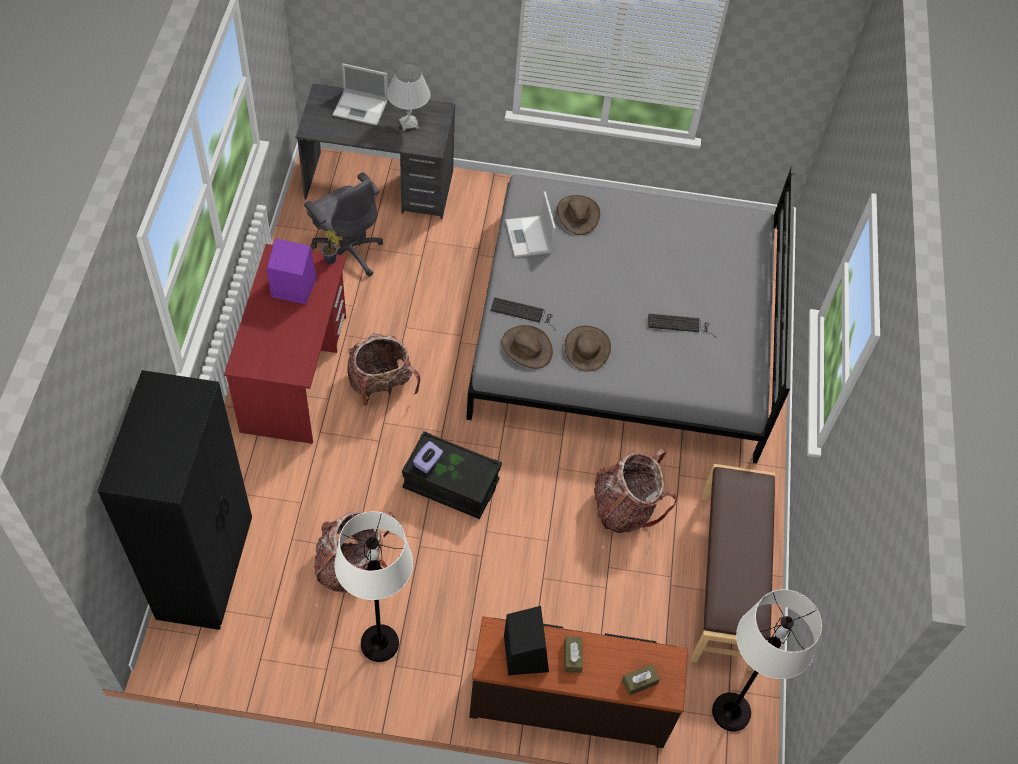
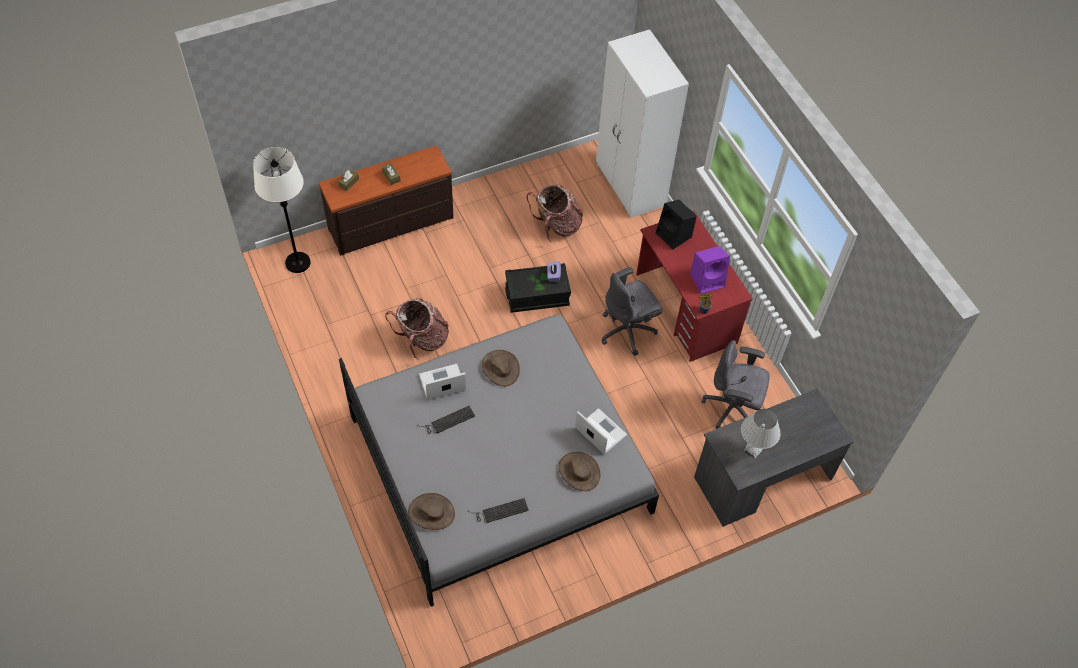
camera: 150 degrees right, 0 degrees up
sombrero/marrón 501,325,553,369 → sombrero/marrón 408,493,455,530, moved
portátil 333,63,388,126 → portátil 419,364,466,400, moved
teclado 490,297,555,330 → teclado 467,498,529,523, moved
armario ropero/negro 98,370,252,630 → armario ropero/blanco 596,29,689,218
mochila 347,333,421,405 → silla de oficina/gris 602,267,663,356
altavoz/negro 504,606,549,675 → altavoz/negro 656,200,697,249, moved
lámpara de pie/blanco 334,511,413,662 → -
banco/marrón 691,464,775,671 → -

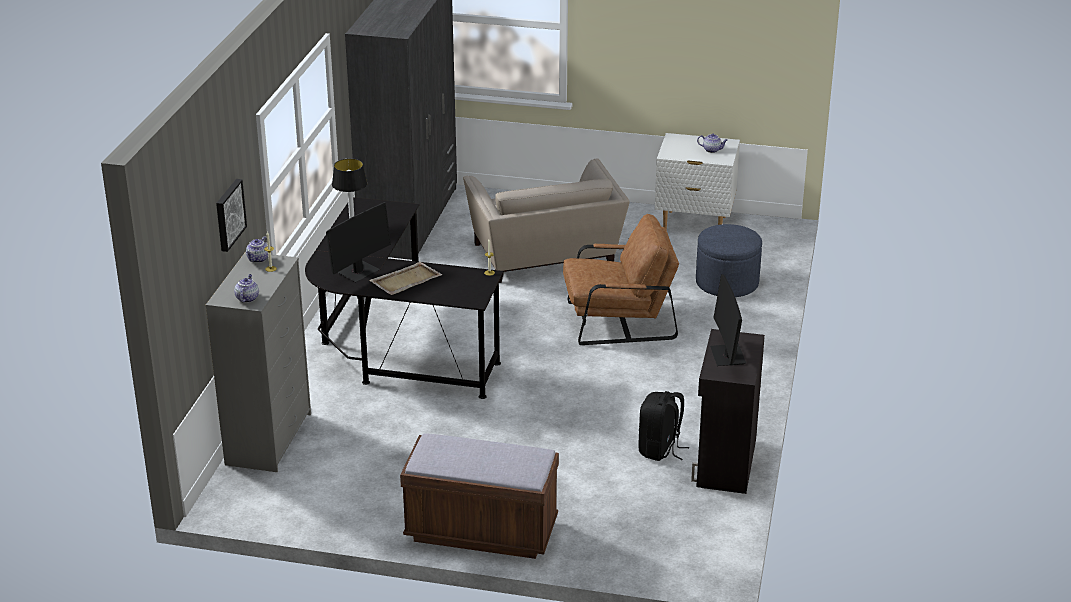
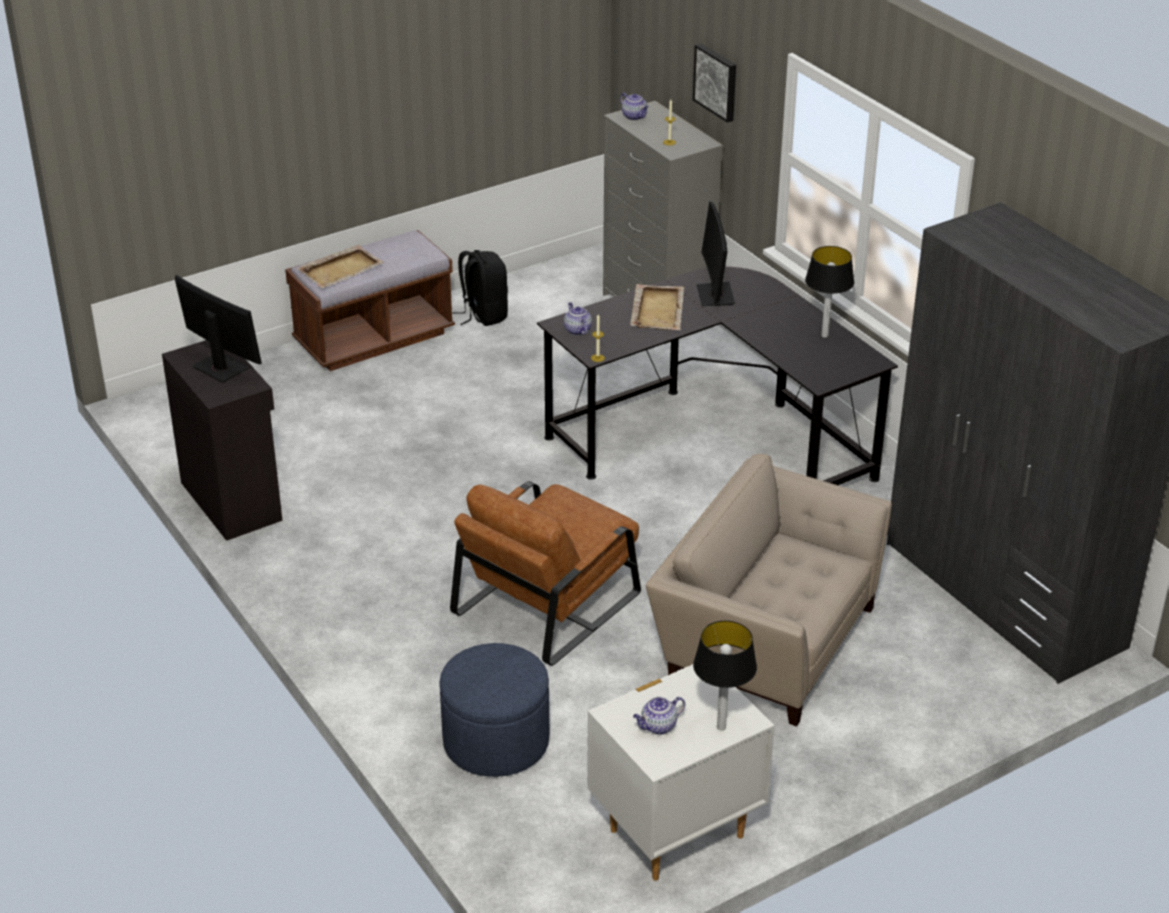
camera: 135 degrees right, 5 degrees up
- → bandeja/beis 297,245,384,289
mochila/negro 638,391,689,461 → mochila/negro 453,250,508,326, moved
tetera 246,236,268,263 → tetera 564,302,592,335, moved
- → lámpara de mesa 693,621,757,730

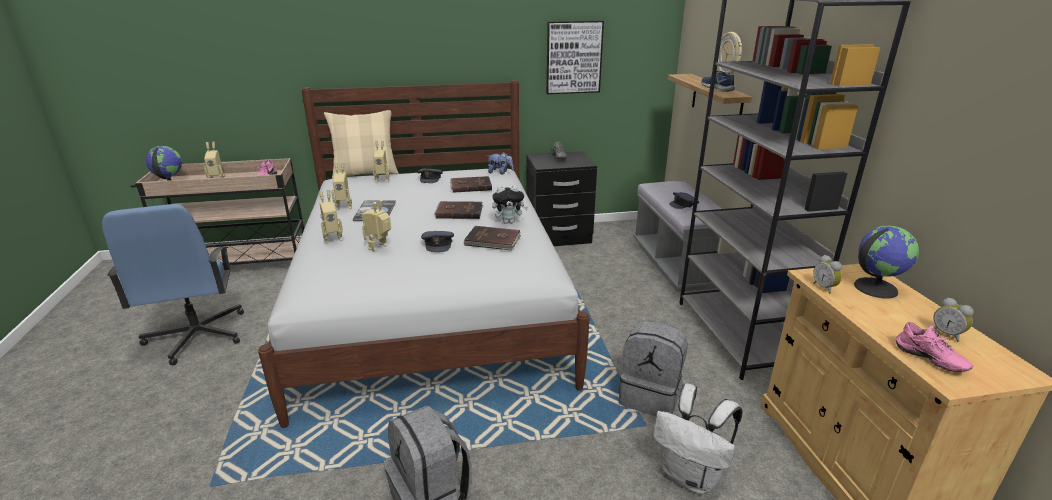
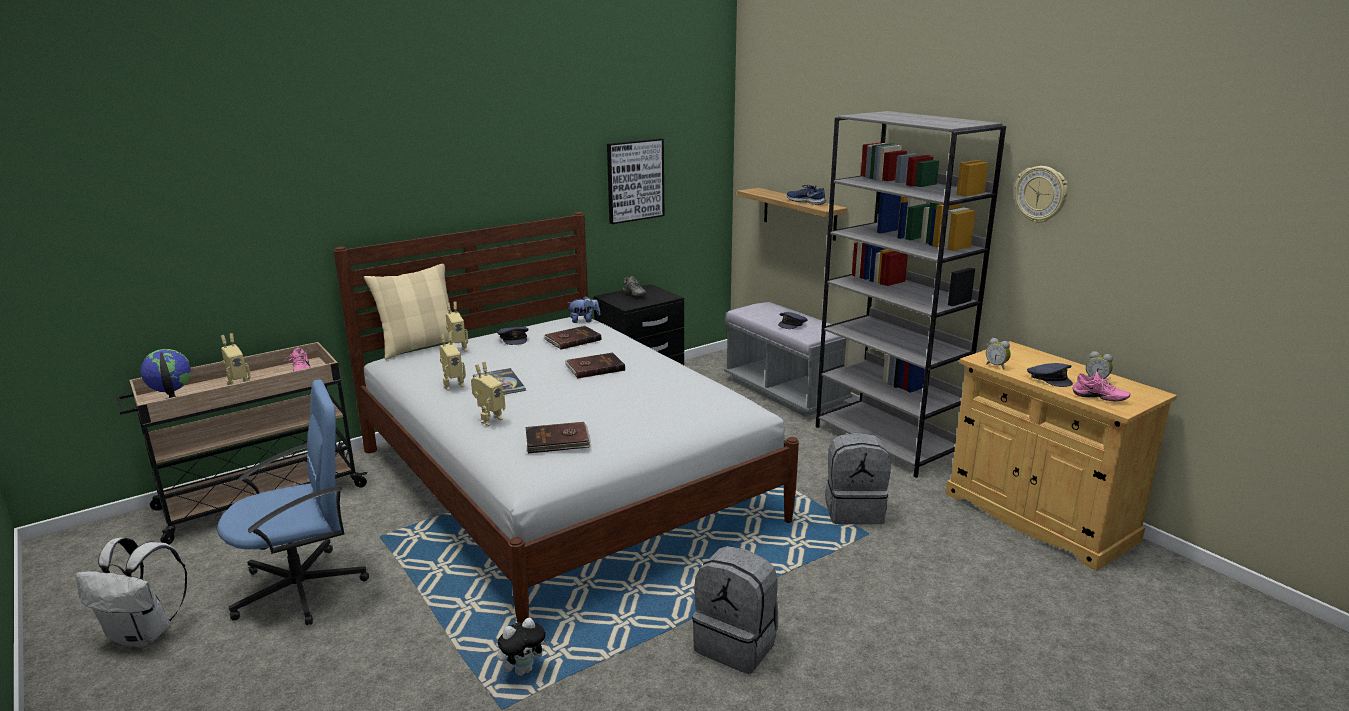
camera: 25 degrees left, 5 degrees down
mochila/blanco 653,384,743,494 → mochila/blanco 76,538,187,647, moved
silla de oficina/azul 102,204,244,365 → silla de oficina/azul 217,379,369,625, 75 degrees counterclockwise
peluche 492,185,528,224 → peluche 497,617,549,676, moved
libro/marrón 463,226,521,250 → libro/marrón 526,422,591,454, moved
reloj de pared 718,32,742,75 → reloj de pared 1015,166,1068,223, moved
gorra/gris 421,231,454,252 → gorra/gris 1027,363,1073,387, moved
robot de juguete 362,200,391,252 → -
globo terráqueo 854,225,919,299 → -

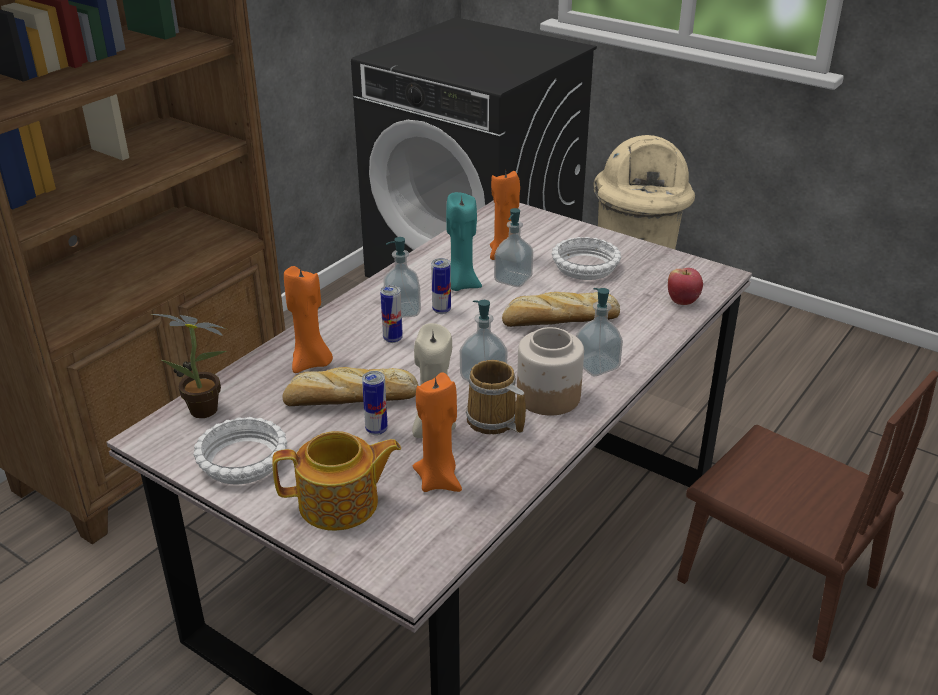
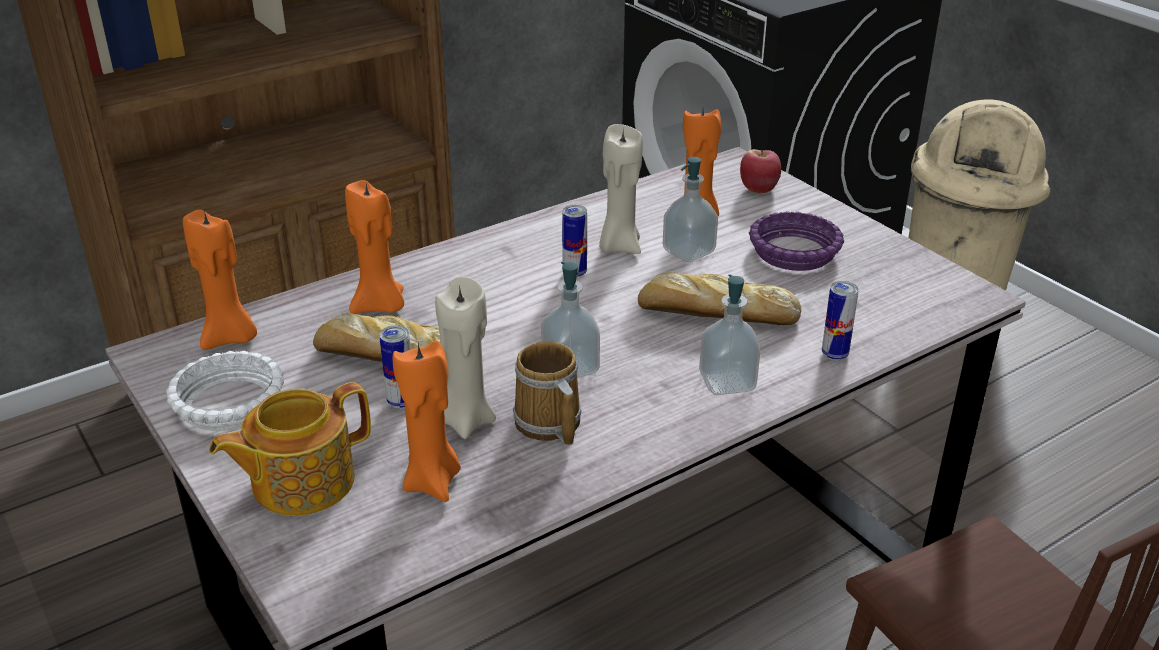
camera: 20 degrees right, 0 degrees up
planta en maceta 151,314,226,418 → vela/naranja 183,210,257,350
tetera 272,431,401,531 → tetera 209,382,371,516, 135 degrees clockwise
vela/turquesa 446,192,482,291 → vela/beis 599,124,643,254
manzana 668,268,703,305 → manzana 740,149,781,193, moved
cuenco/blanco 551,237,621,280 → cuenco/morado 749,211,844,271
lata 380,285,403,343 → lata 822,281,859,361, moved
dispensador de jabón 383,237,421,318 → -
tarro 517,327,584,416 → -

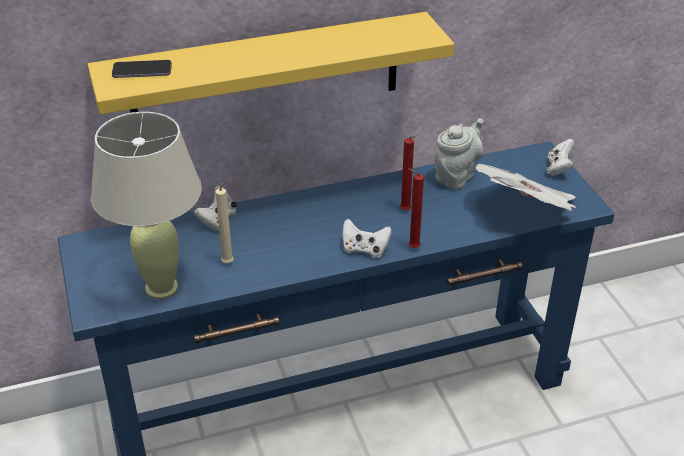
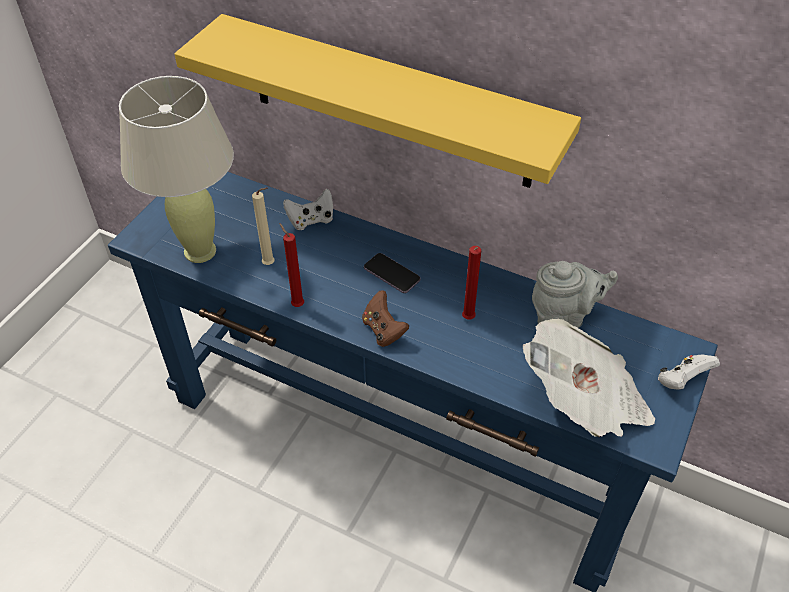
camera: 45 degrees right, 10 degrees up
vela/rojo 409,169,424,248 → vela/rojo 279,223,304,307, moved
mando de consola/blanco 342,219,391,258 → mando de consola/marrón 362,290,409,347
móvil 112,60,172,78 → móvil 364,253,420,293, moved

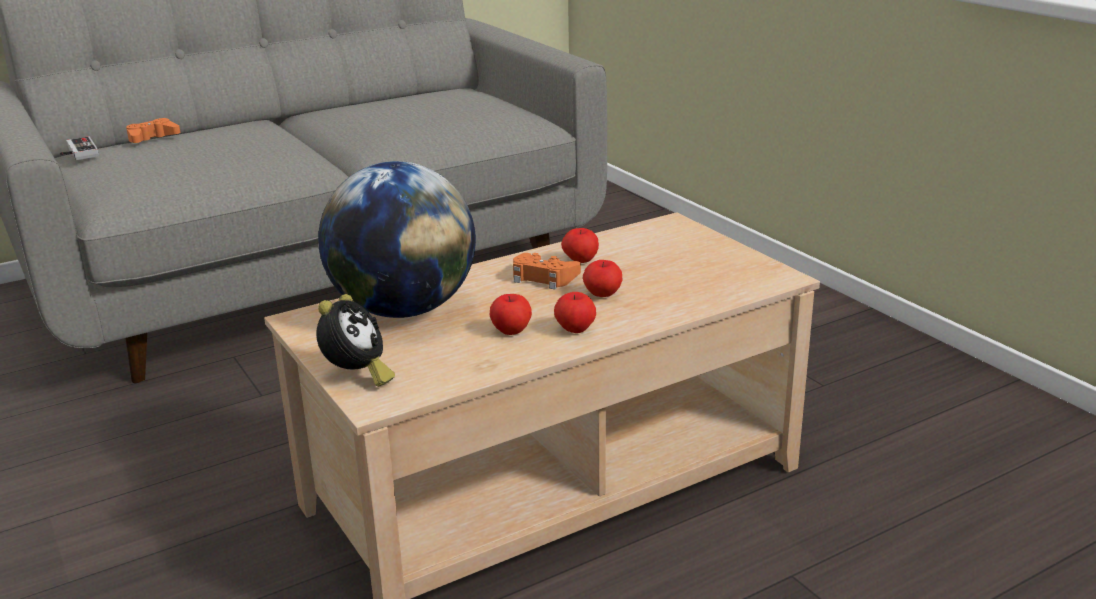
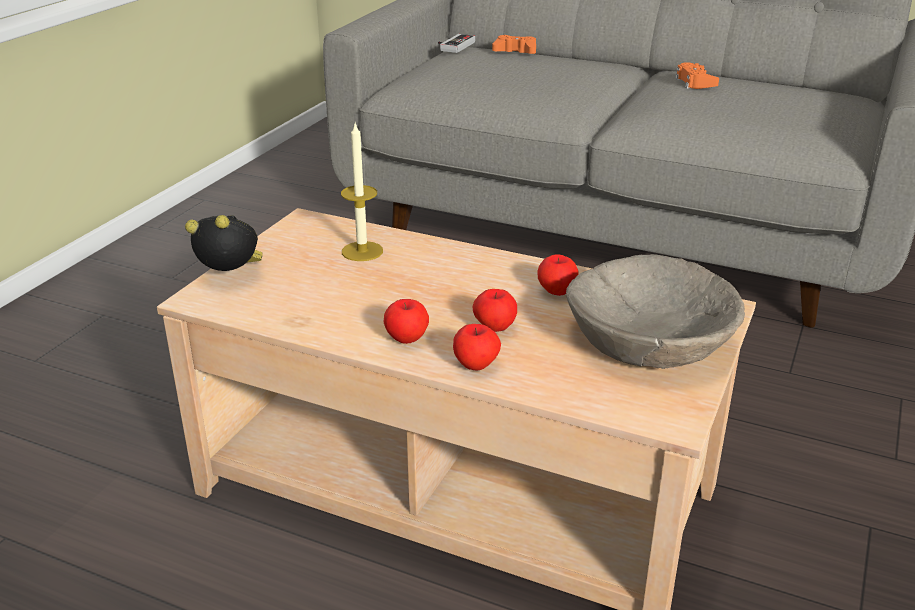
camera: 55 degrees right, 5 degrees up
despertador 316,294,395,387 → despertador 185,215,263,271, 150 degrees counterclockwise
globo terráqueo 318,161,476,318 → vela 341,121,383,261
manzana 490,294,532,335 → manzana 453,324,501,370, moved
- → cuenco/beis 566,254,745,369
mando de consola/naranja 513,253,581,289 → mando de consola/naranja 675,62,719,89, moved

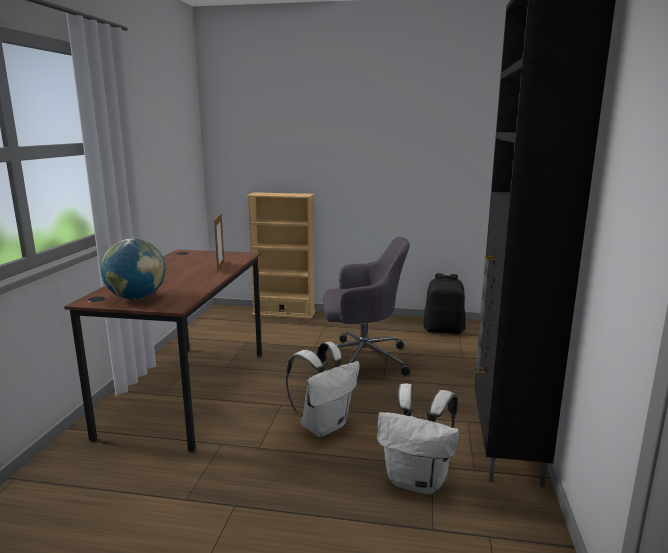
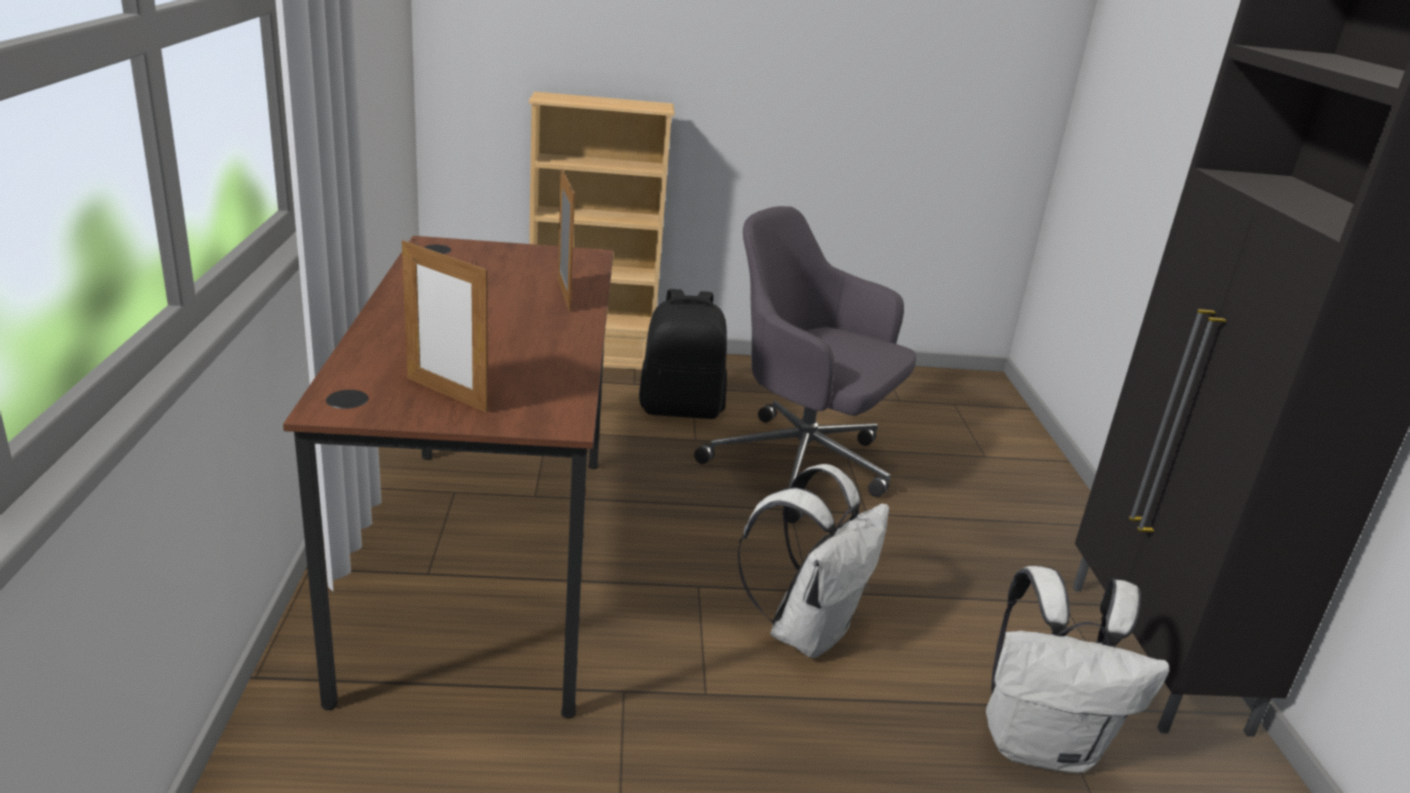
camera: 15 degrees left, 10 degrees up
globo terráqueo 100,238,166,300 → portarretratos 402,239,488,413
mochila/negro 423,273,465,334 → mochila/negro 639,289,727,419, moved
silla de oficina/gris 323,237,410,376 → silla de oficina/gris 694,206,916,523, 135 degrees counterclockwise

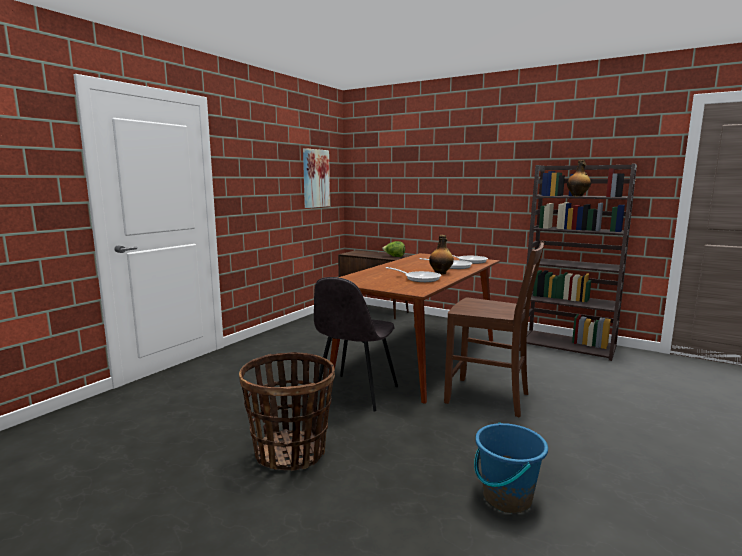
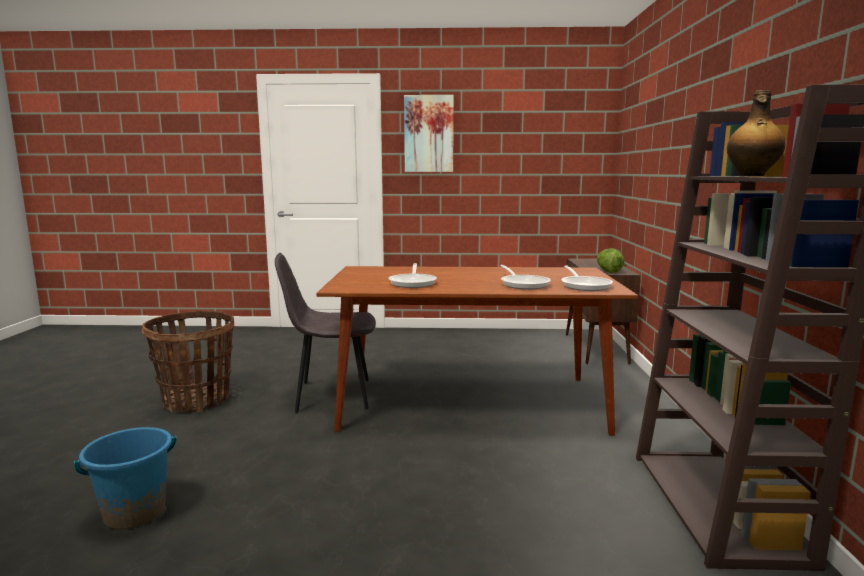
camera: 60 degrees right, 0 degrees up
cuadro 303,148,330,208 → cuadro 404,95,454,172, moved
botella 429,235,454,274 → -
silla/marrón 444,241,545,417 → -

